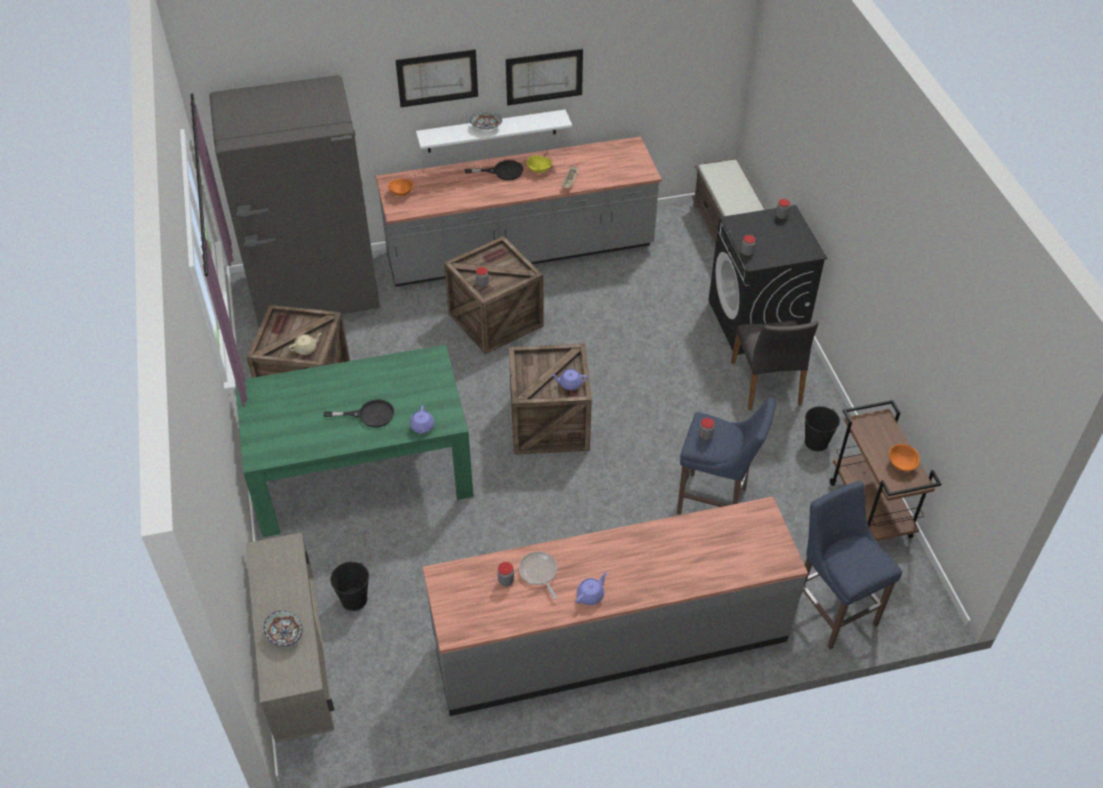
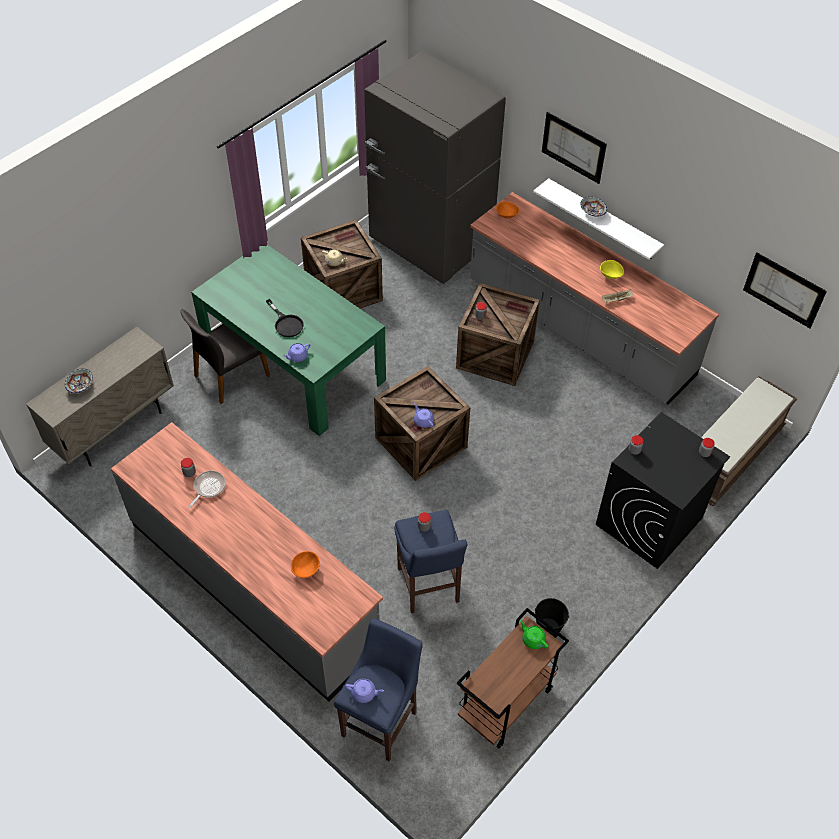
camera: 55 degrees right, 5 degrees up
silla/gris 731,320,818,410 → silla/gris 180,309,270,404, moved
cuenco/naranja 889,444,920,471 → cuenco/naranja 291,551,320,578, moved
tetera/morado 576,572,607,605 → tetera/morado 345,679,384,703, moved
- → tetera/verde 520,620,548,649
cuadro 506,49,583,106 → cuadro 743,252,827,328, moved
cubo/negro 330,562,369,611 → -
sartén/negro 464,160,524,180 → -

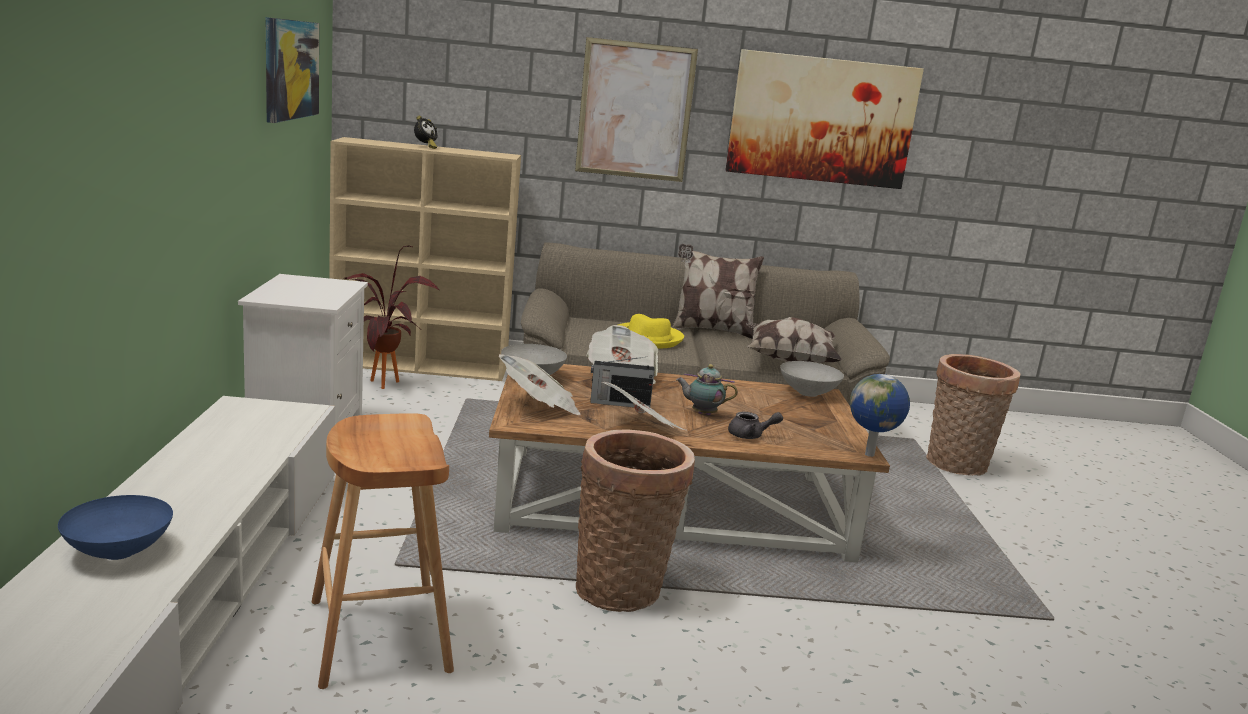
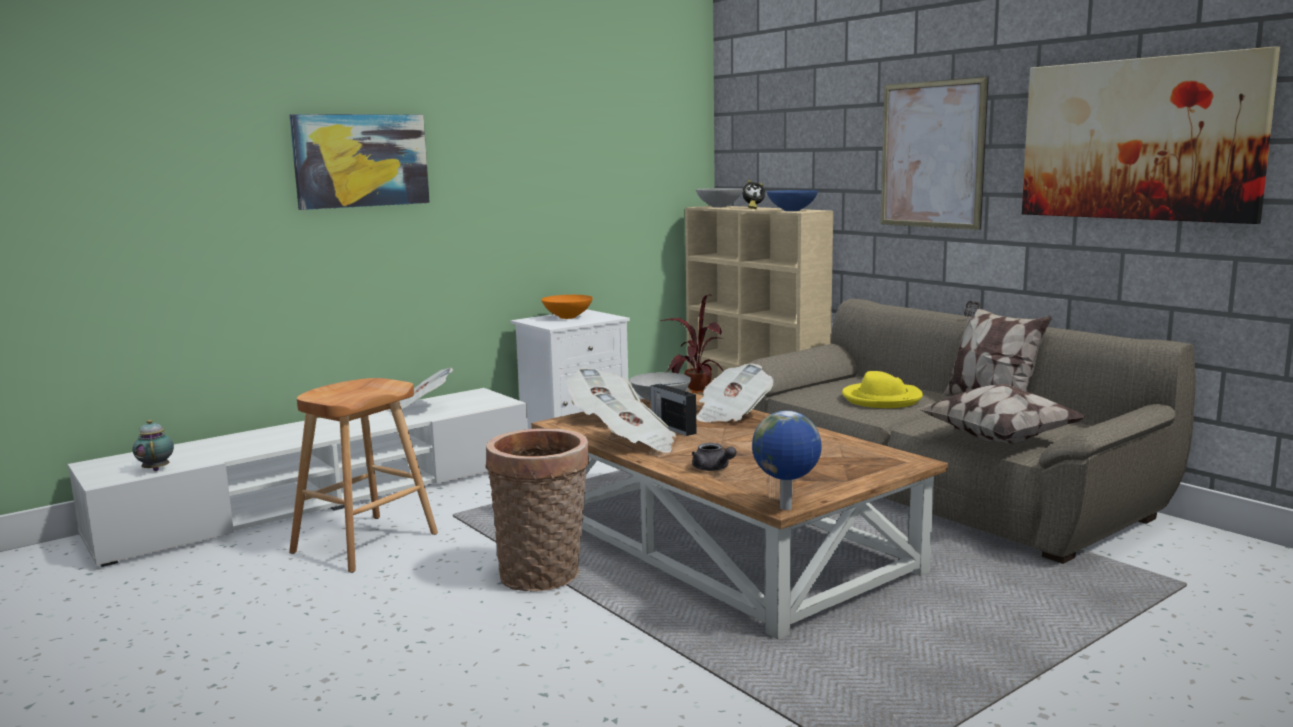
camera: 55 degrees right, 5 degrees down
tetera 676,364,738,415 → tetera 133,420,174,471, moved
cuadro 266,17,319,123 → cuadro 289,114,430,210, moved
- → periódico 386,368,453,412
- → cuenco/naranja 541,295,593,319
cuenco/gris 780,361,844,397 → cuenco/gris 696,188,743,207, moved
cuenco/azul 58,495,173,560 → cuenco/azul 767,190,818,211, moved
cesta 926,354,1020,476 → -

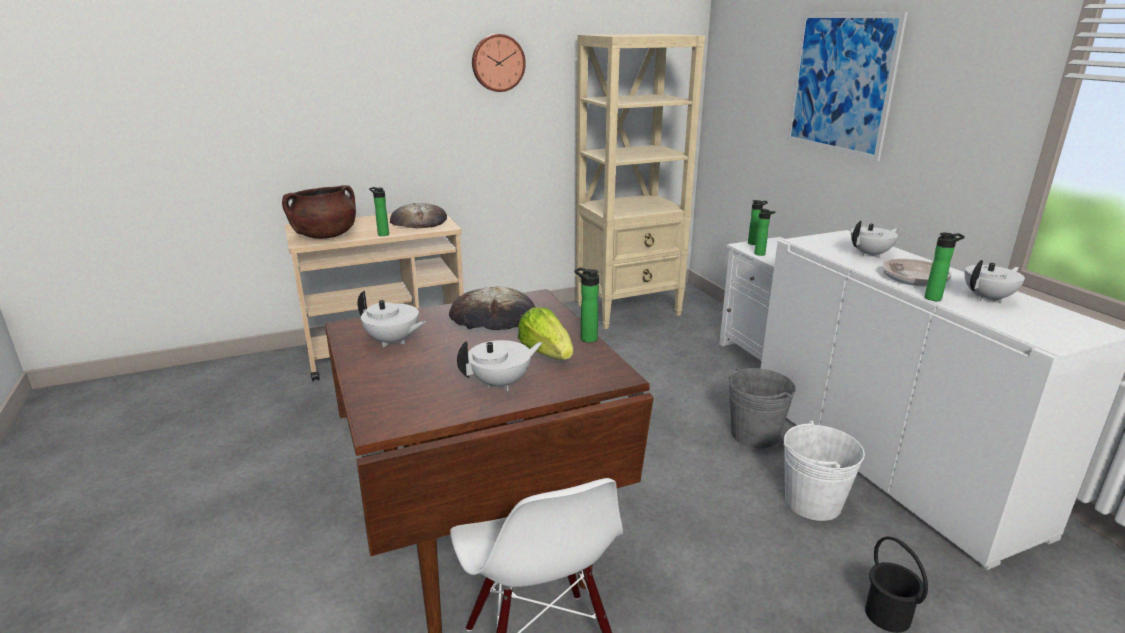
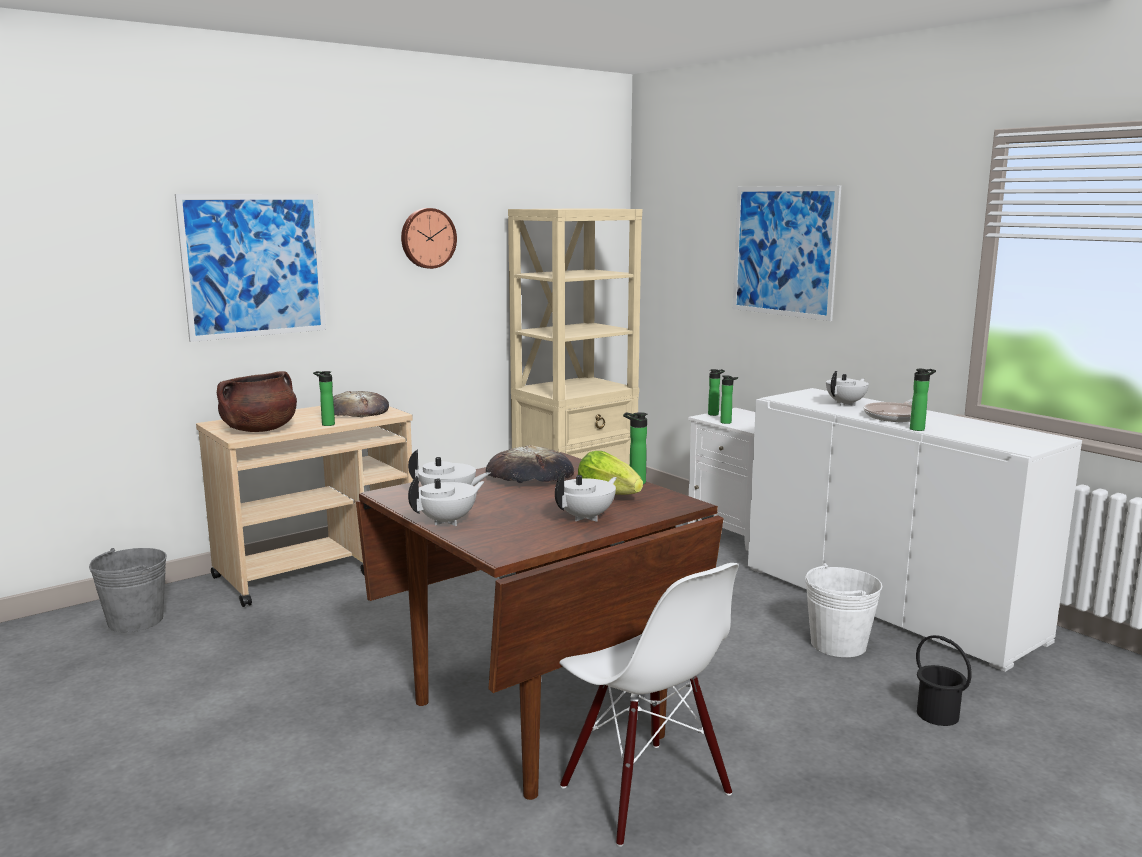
camera: 15 degrees left, 10 degrees down
cubo/gris 728,367,796,448 → cubo/gris 89,548,167,632, moved
- → cuadro 175,194,326,342
tetera/blanco 965,260,1025,303 → tetera/blanco 408,476,484,526, moved

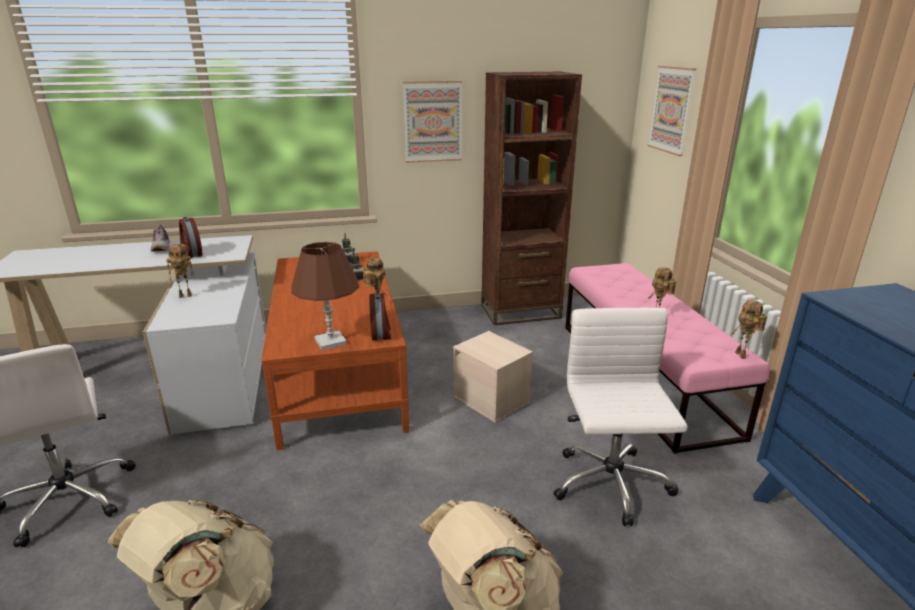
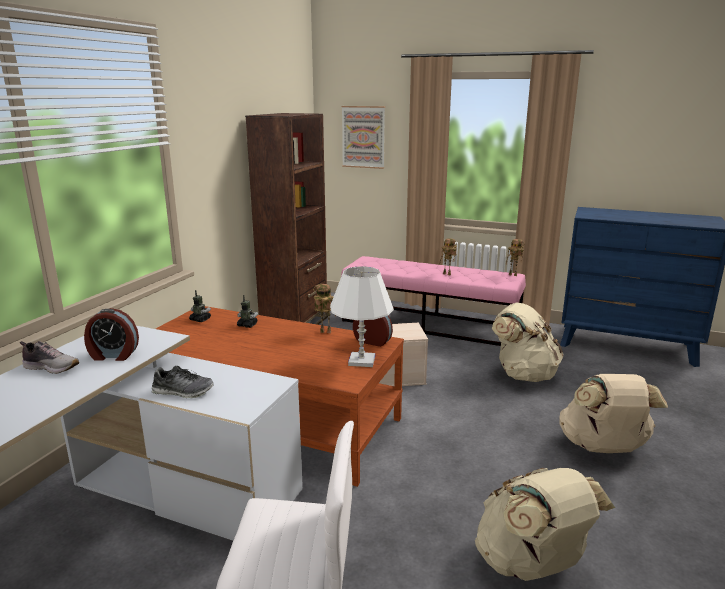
camera: 55 degrees left, 5 degrees down
robot de juguete 166,244,194,298 → zapato 151,366,214,398
lámpara de mesa/marrón 291,242,359,350 → lámpara de mesa/blanco 330,266,394,367
silla de oficina/blanco 554,308,687,526 → mochila/beis 492,303,563,382
cuadro 403,81,462,163 → -

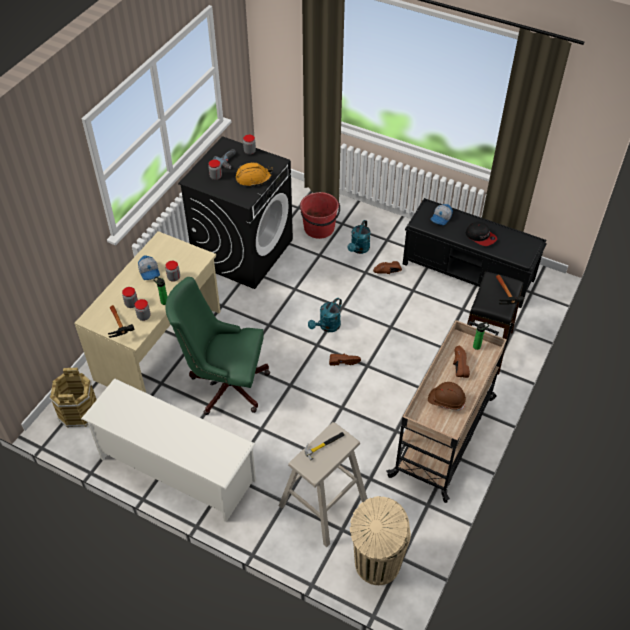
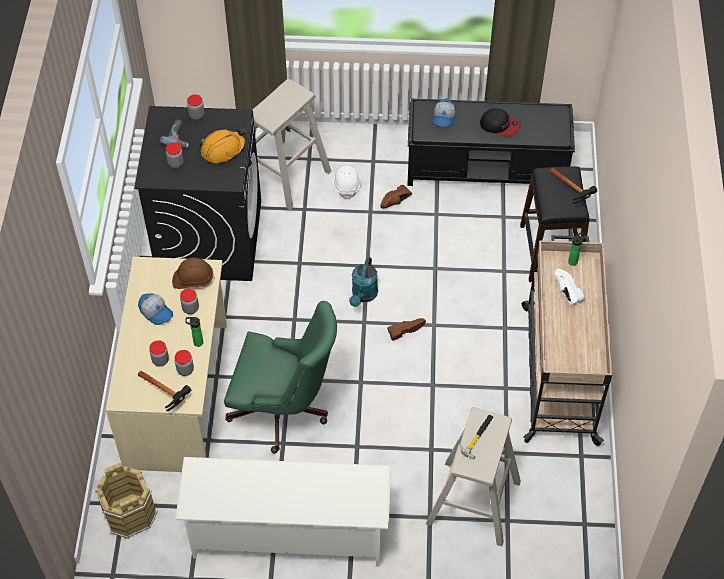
camera: 25 degrees left, 5 degrees up
casco/marrón 428,382,466,411 → casco/marrón 172,258,215,289, moved
silla de oficina/verde 165,277,270,415 → silla de oficina/verde 224,301,337,454, 150 degrees counterclockwise
cubo/rojo 300,192,340,239 → taburete/beis 252,79,332,210
regadera/turquesa 348,220,370,254 → casco/blanco 333,166,361,200
zapato/marrón 453,346,470,378 → zapato/blanco 554,269,585,305
papelera/beis 350,496,411,585 → -

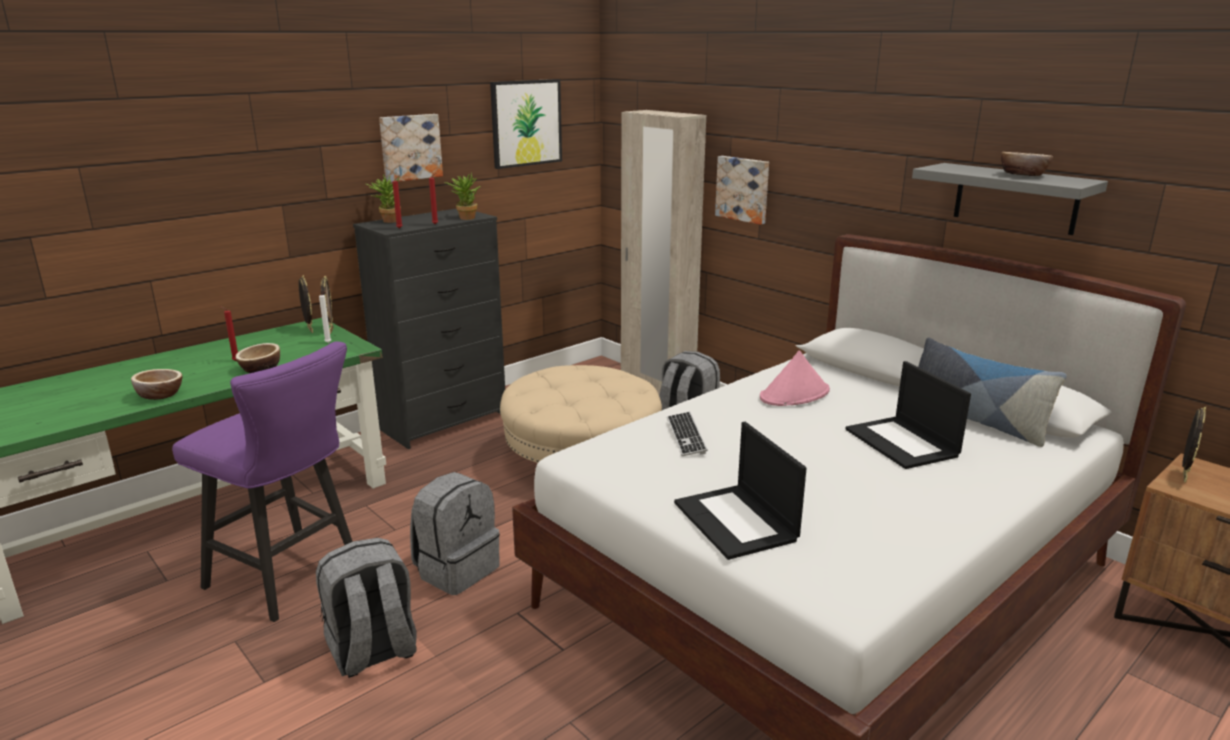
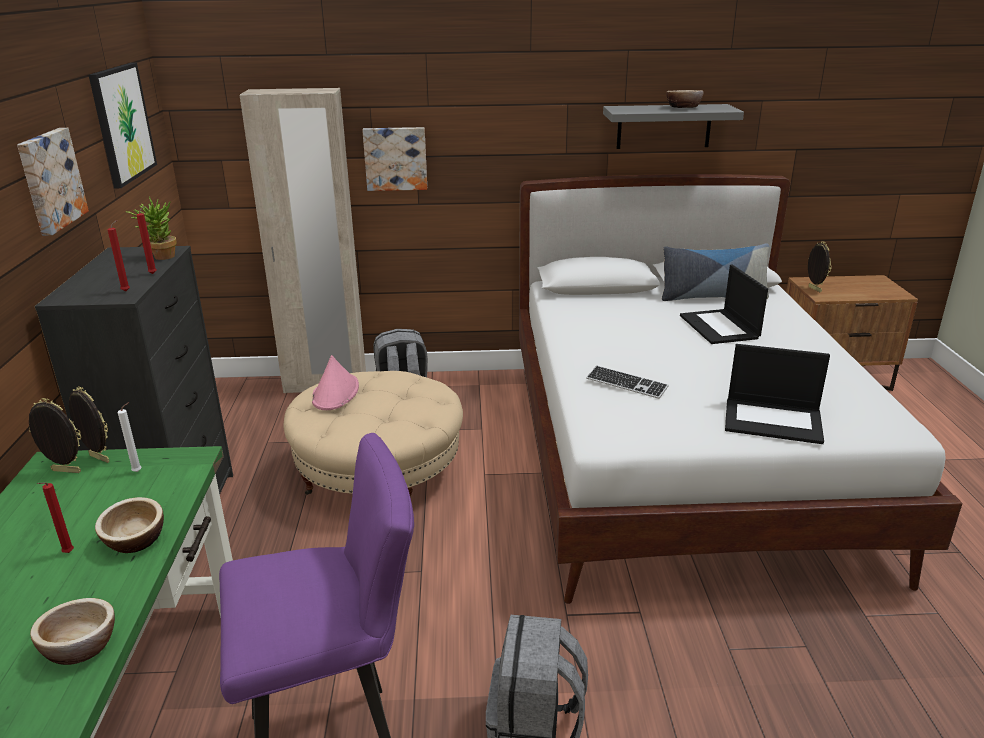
camera: 50 degrees left, 5 degrees up
sombrero/rosa 760,350,830,406 → sombrero/rosa 312,355,359,410, moved
portátil 845,361,971,469 → portátil 680,265,768,344, 60 degrees clockwise
planta en maceta 365,174,401,223 → -
mochila/gris 410,472,500,595 → -

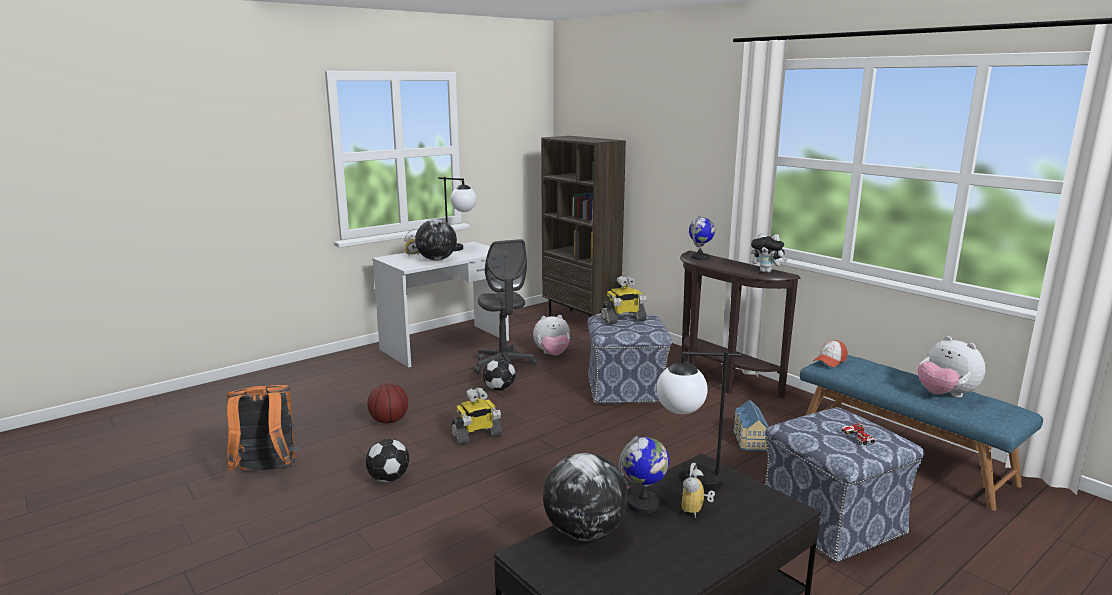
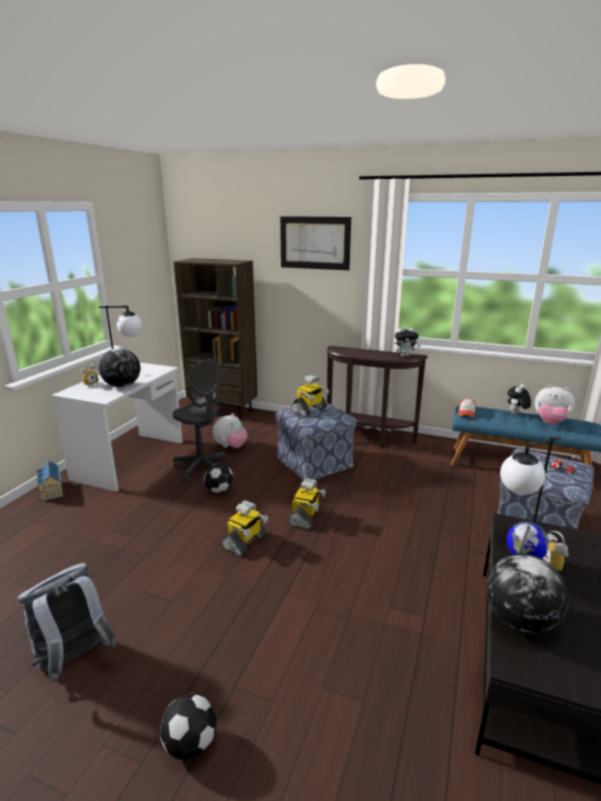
camera: 30 degrees left, 5 degrees up
mochila/naranja 227,385,299,472 → mochila/gris 17,563,118,683
casita 733,399,769,451 → casita 37,461,63,501, moved
balón de fútbol 365,439,409,482 → balón de fútbol 160,694,217,760, moved
- → cuadro 280,216,351,270
- → robot de juguete 288,478,326,530
- → peluche 507,384,531,414
balón de baloncesto 367,383,408,424 → -
globo terráqueo 689,215,715,260 → -

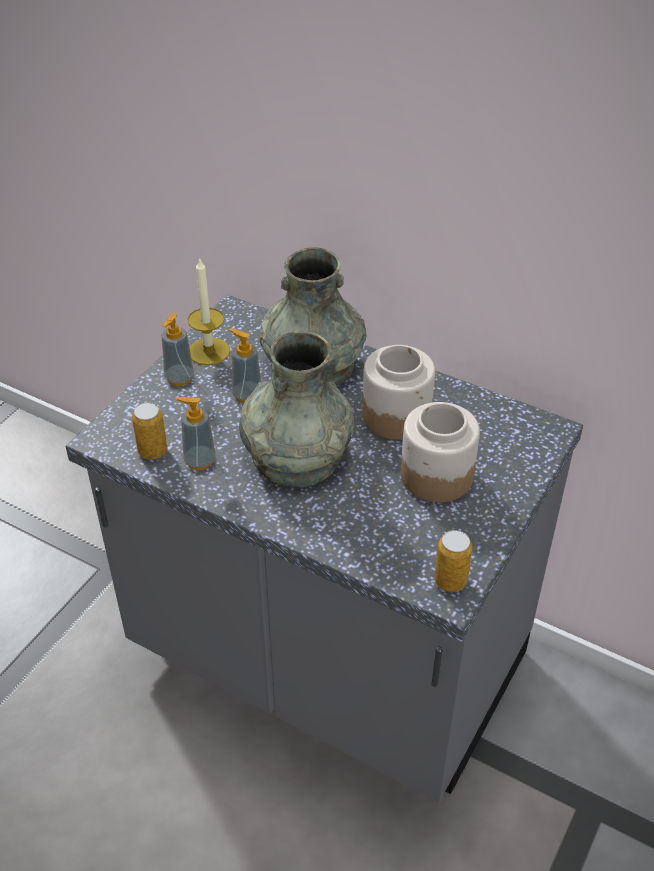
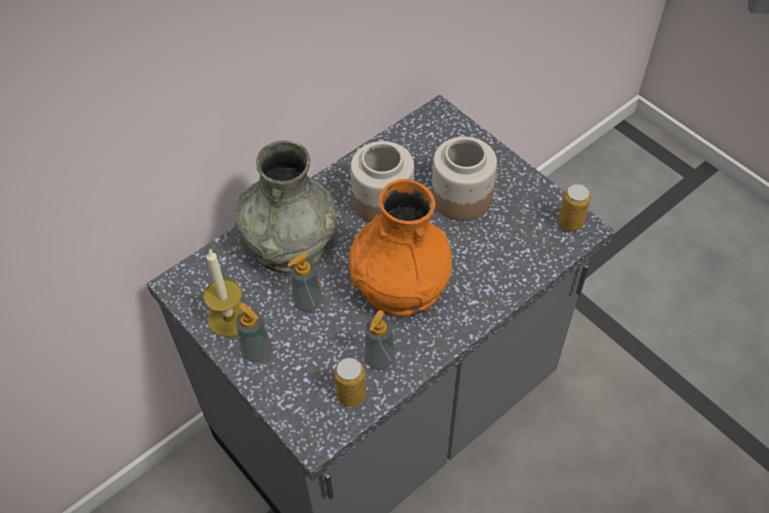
camera: 70 degrees left, 10 degrees up
florero/gris 239,331,355,488 → florero/naranja 349,179,452,317

